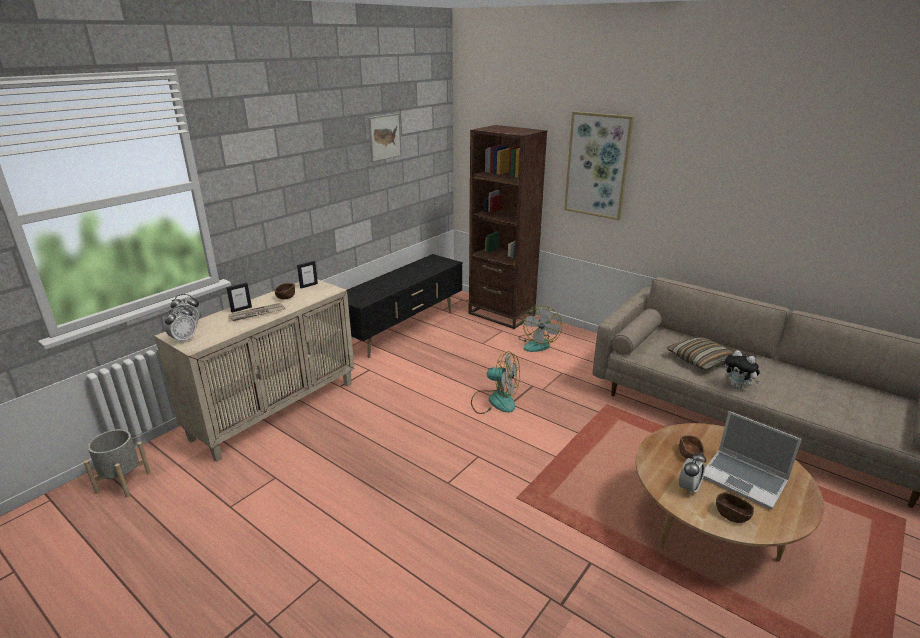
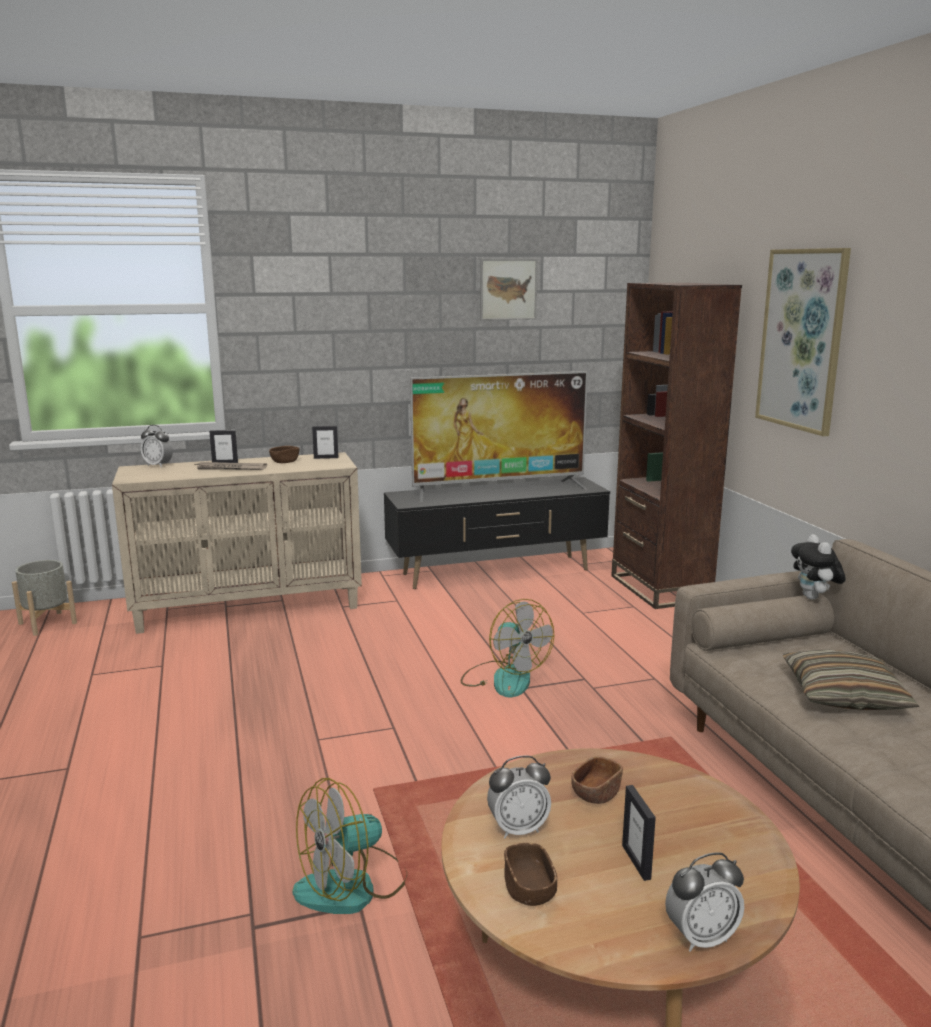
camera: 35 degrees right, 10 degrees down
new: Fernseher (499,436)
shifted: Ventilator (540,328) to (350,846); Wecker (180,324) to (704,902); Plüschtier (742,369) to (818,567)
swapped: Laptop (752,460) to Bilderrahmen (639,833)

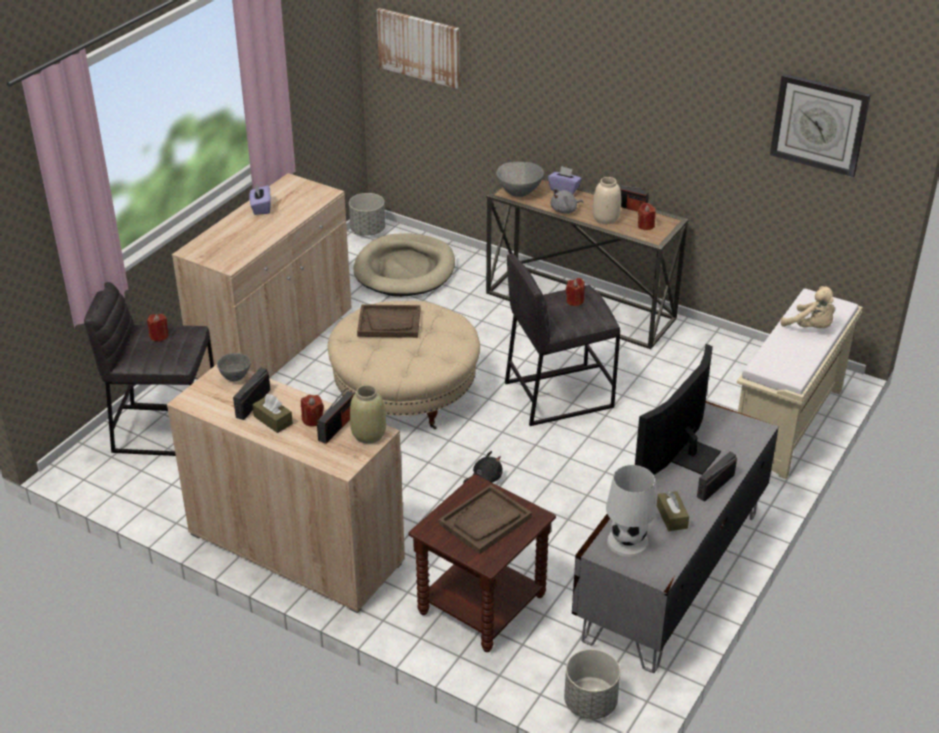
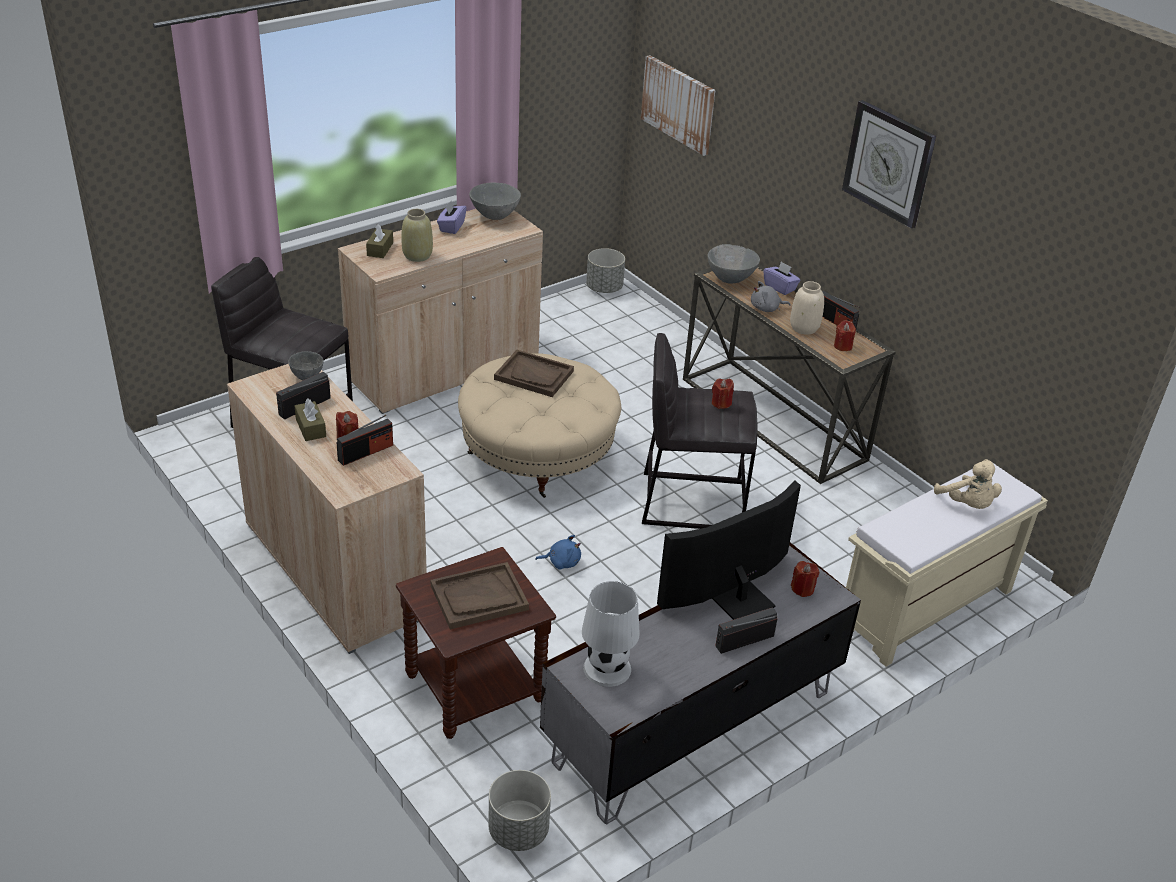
camera: 20 degrees right, 0 degrees up
gone: Hundebett [beige] (404,265)
new: Schüssel [grau] (495,201)
shifted: Taschentuchbox [braun] (673,511) to (379,241); Vase [beige] (368,414) to (417,235); Kerze [rot] (157,328) to (805,579); Wanduhr (820,125) to (889,164)
repainted: Plüschtier [schwarz] (483,467) to Plüschtier [blau] (558,552)

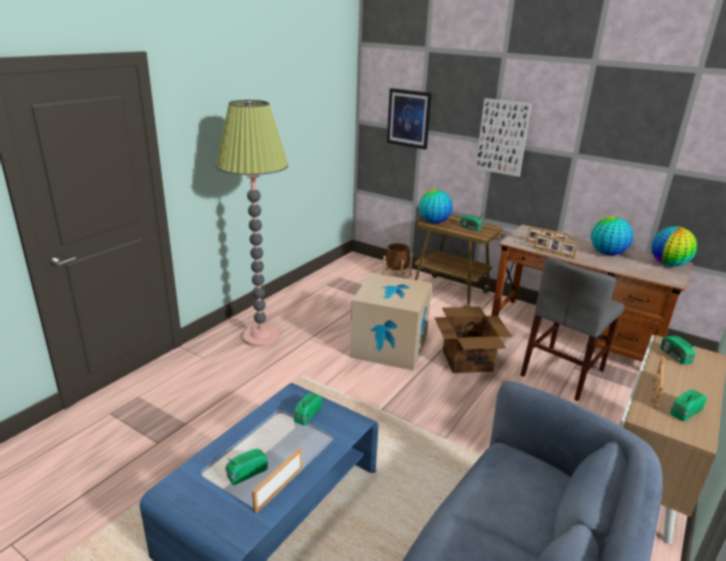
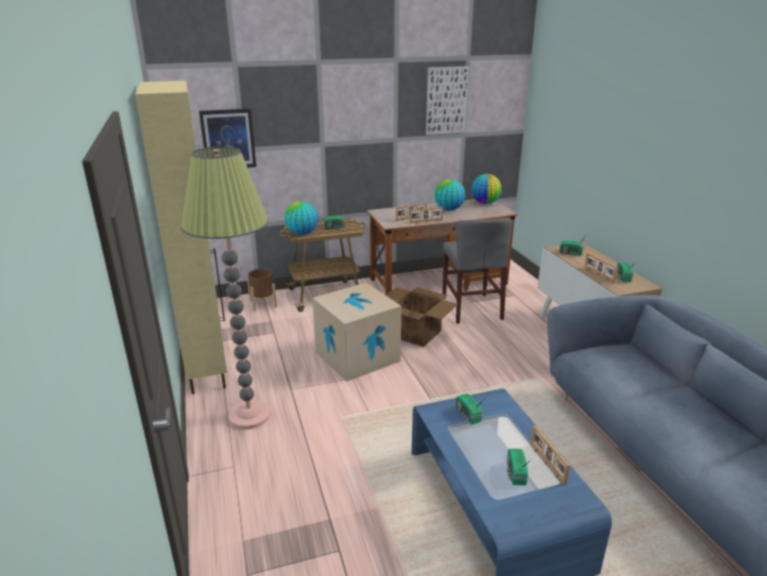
camera: 50 degrees left, 0 degrees up
new: Schrank [beige] (181,237)
shifted: Bild (503,137) to (447,100)

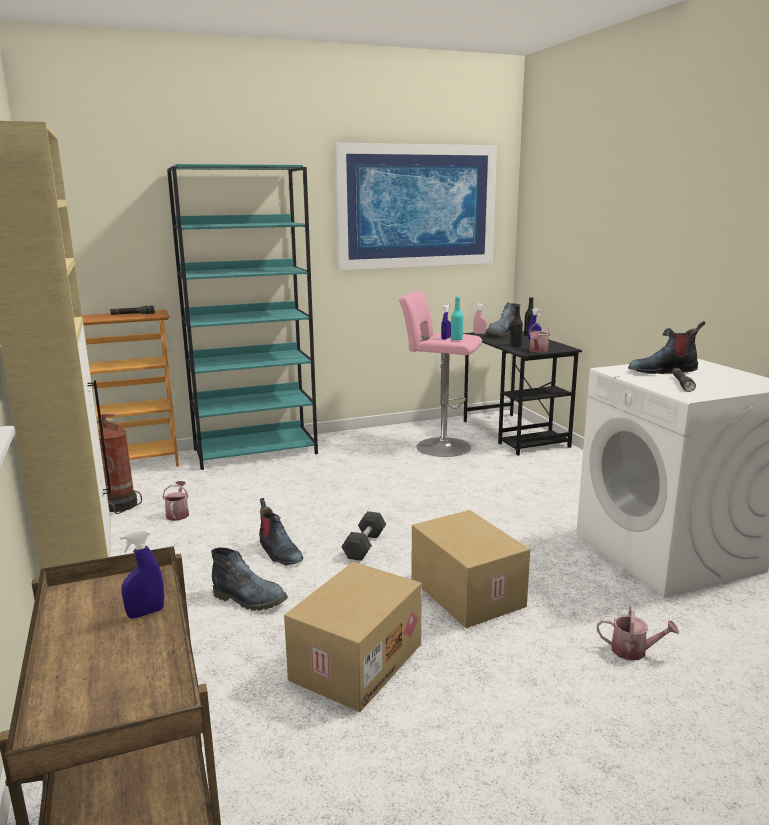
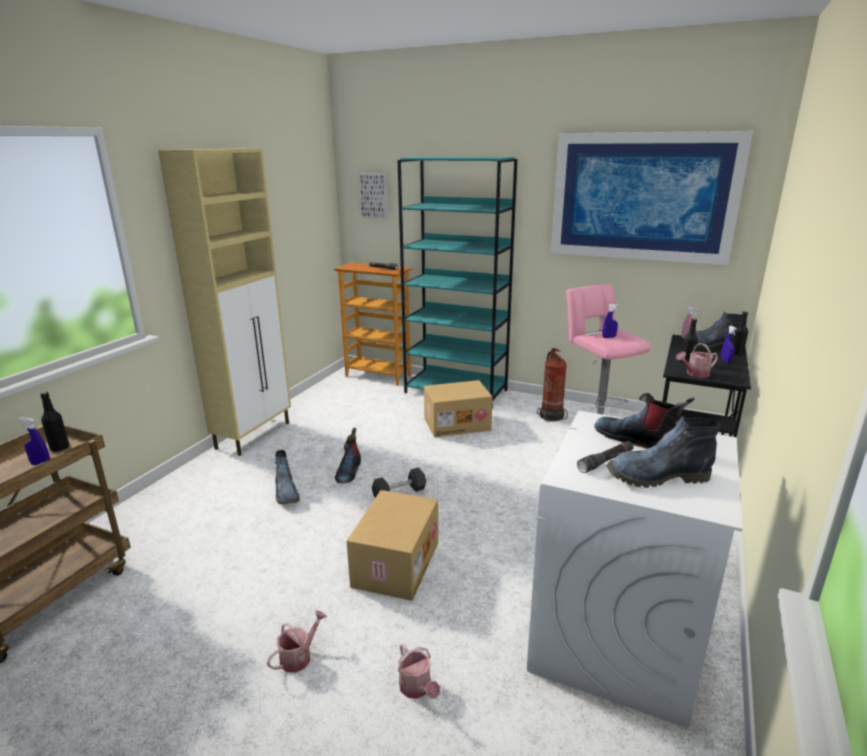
camera: 45 degrees right, 5 degrees up
gone: Flasche [türkis] (457,318)
new: Flasche [schwarz] (54,422); Bild (373,196); Stiefel (663,451)
shifted: Gießkanne (175,501) to (297,642); Karton (353,637) to (458,409); Feuerlöscher (119,464) to (552,385)

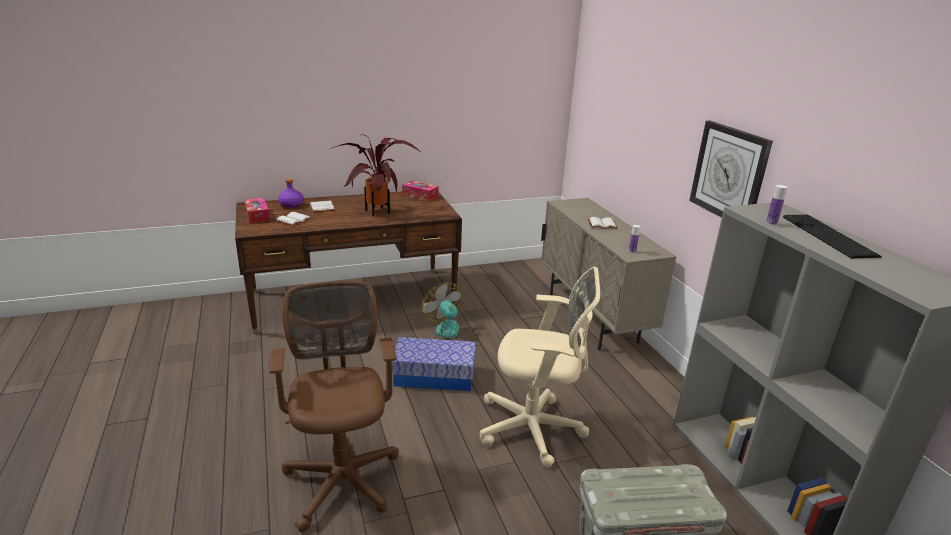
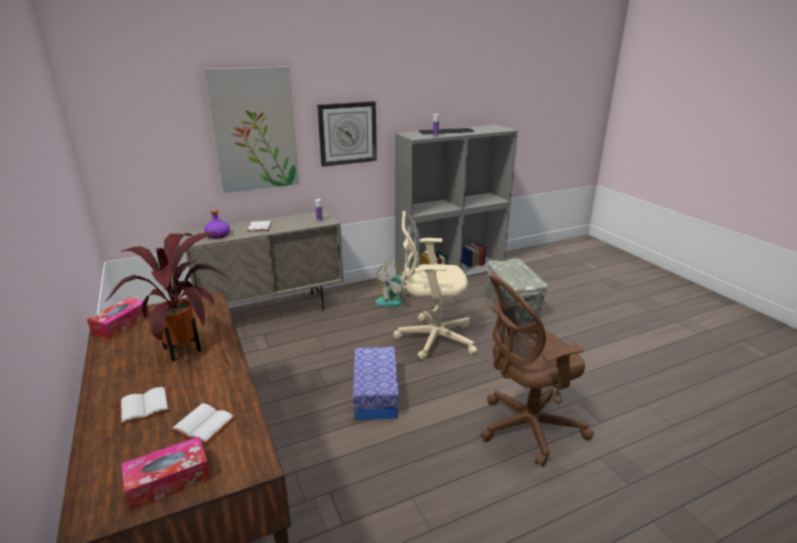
camera: 95 degrees left, 0 degrees up
new: Bild (251,130)
shifted: Flasche [lila] (291,193) to (217,224); Ventilator (450,312) to (394,284)
rotated: Bürostuhl [beige] (540,367) = (435,285) 90 degrees counterclockwise

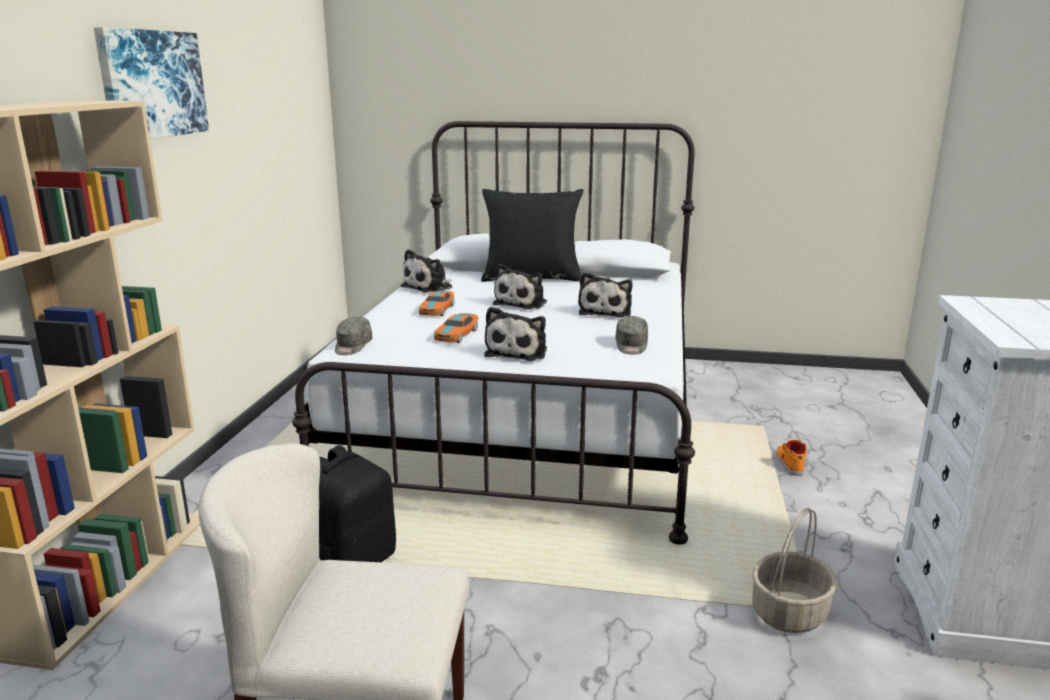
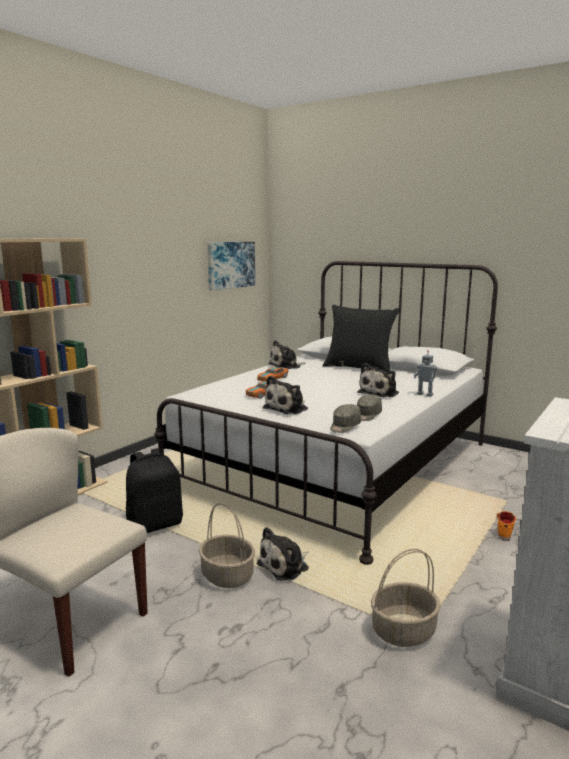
camera: 25 degrees right, 5 degrees down
new: Korb (227,545); Spielzeugroboter (425,373)
shifted: Bild (151,83) to (231,266); Plüschtier (520,286) to (283,554); Kappe [grau] (354,336) to (345,418)

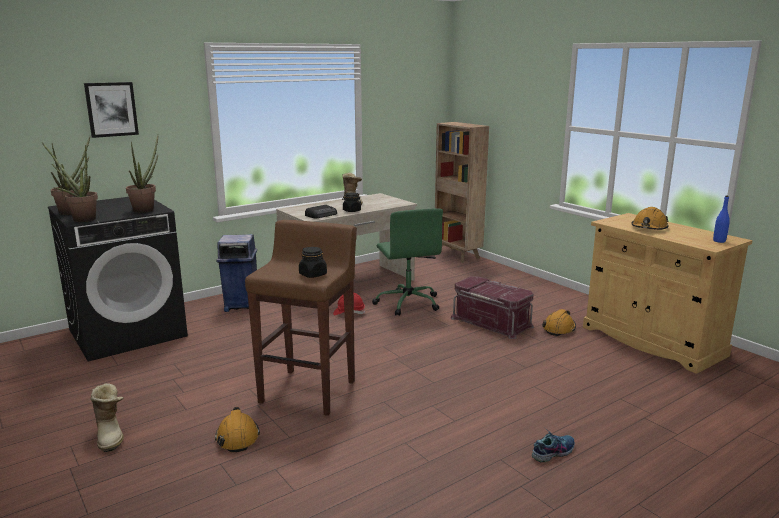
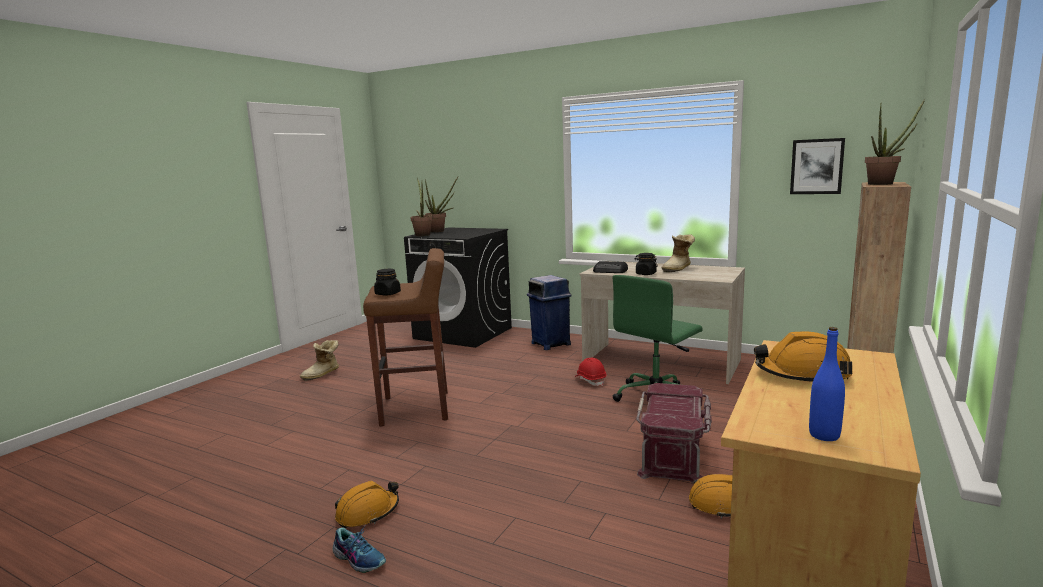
camera: 65 degrees right, 5 degrees down
shifted: Schutzhelm [orange] (237,429) to (367,504); Bild (111,110) to (817,166); Topfpflanze (142,174) to (895,142)

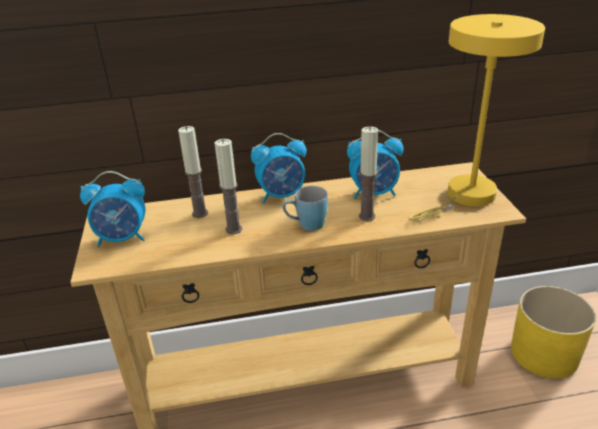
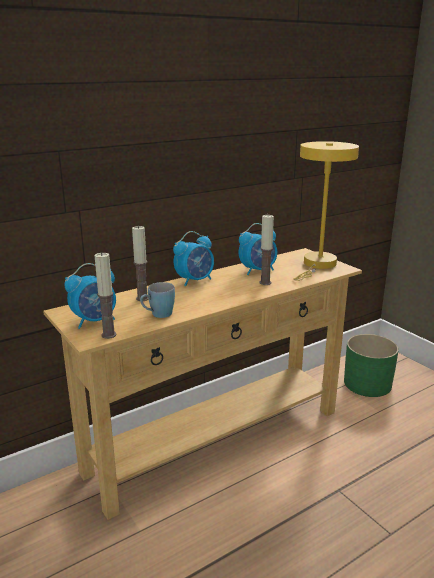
camera: 25 degrees left, 10 degrees down
shifted: Kerze (228,186) to (105,295); Henkelbecher [blau] (305,208) to (157,300)
repainted: Pflanzkübel [gelb] (553,332) to Pflanzkübel [grün] (371,365)

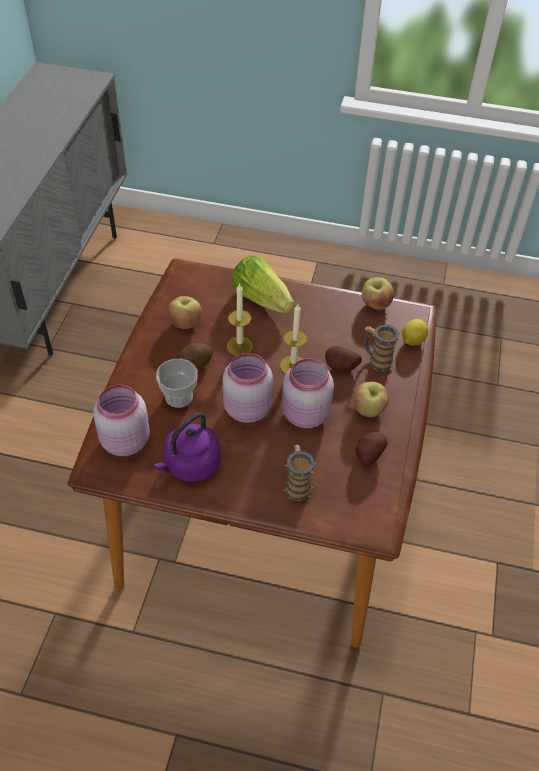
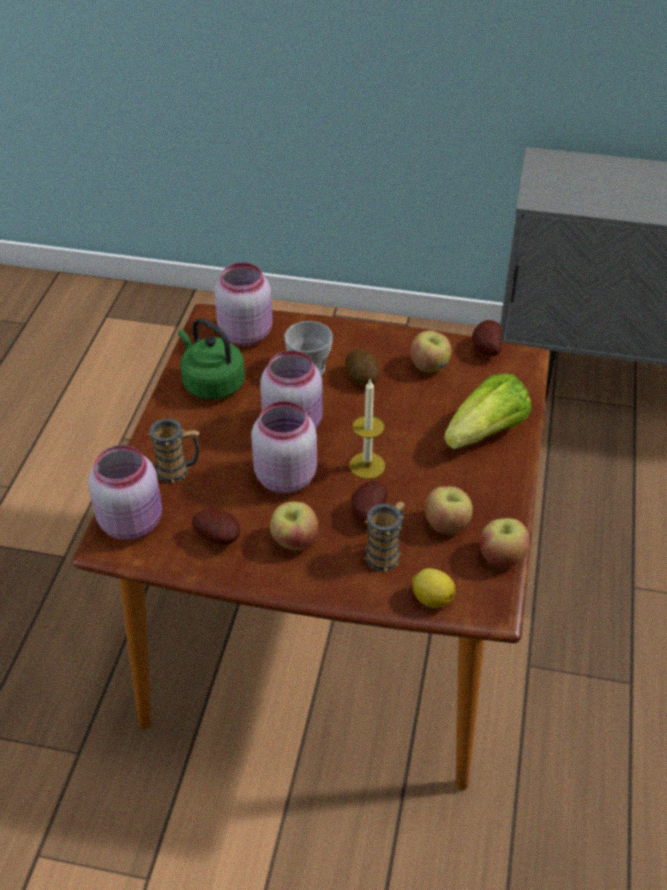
camera: 90 degrees right, 5 degrees down
gone: Kerze (240,319)
new: Vorratsglas [rosa] (125,492); Apfel (449,510); Kartoffel (487,338)
repainted: Wasserkessel [lila] (187,447) to Wasserkessel [grün] (211,359)

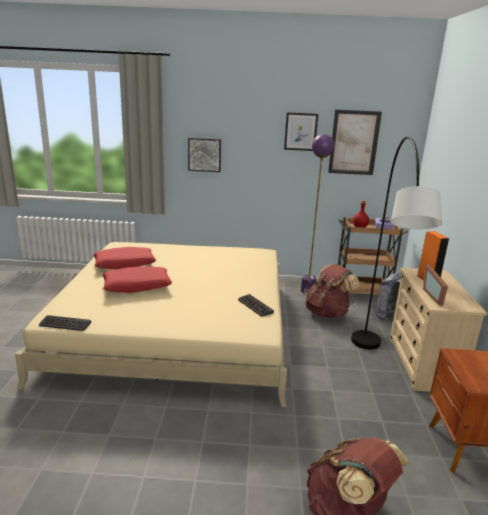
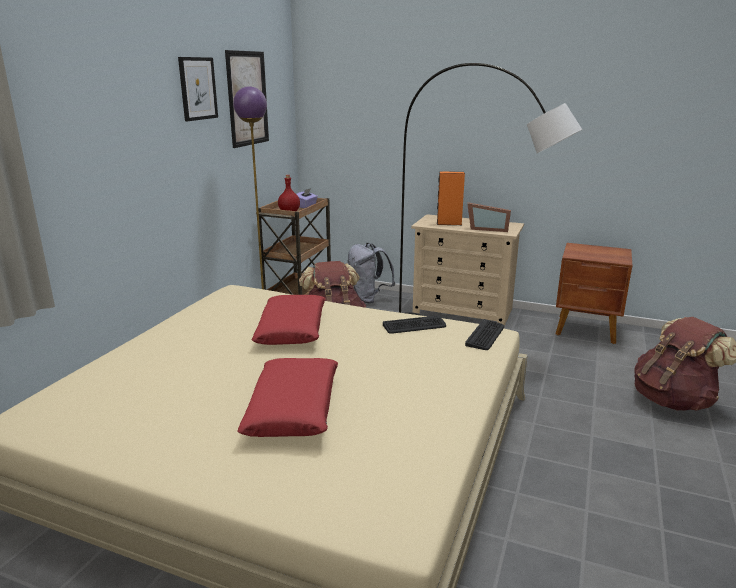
camera: 70 degrees left, 0 degrees up
gone: Bild (204,155)
shifted: Kissen [rot] (125,258) to (288,320); Tastatur (65,323) to (484,334)

